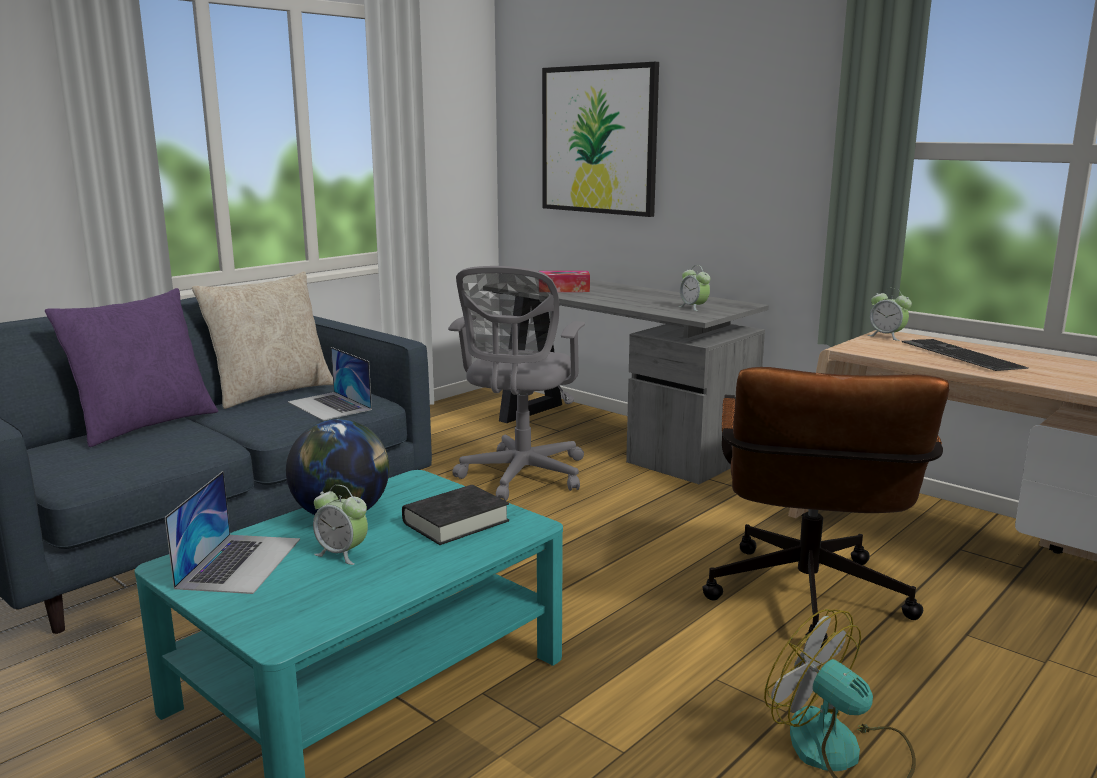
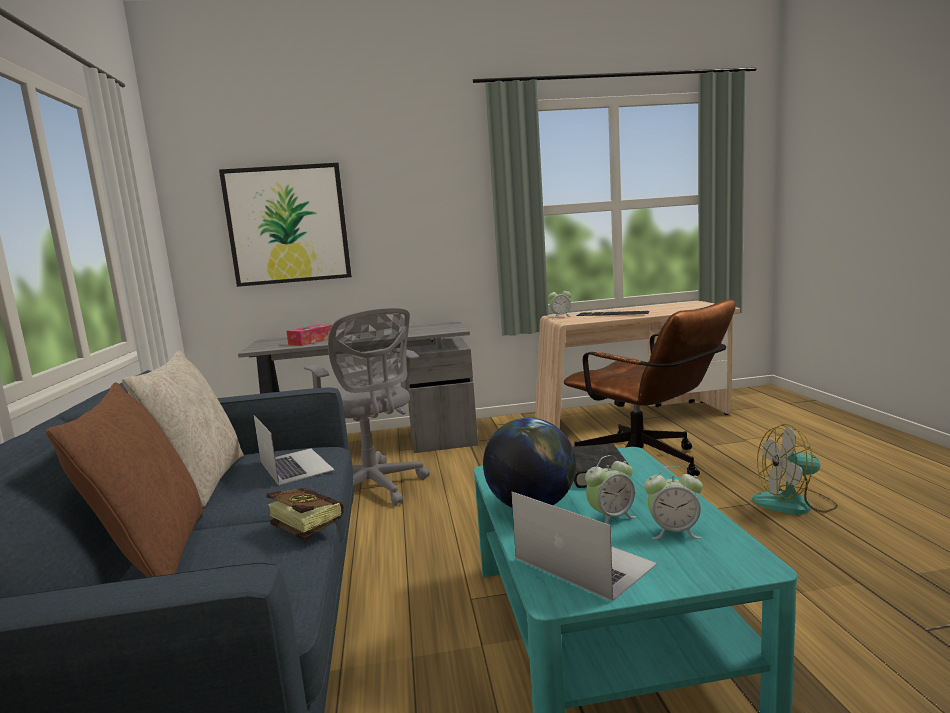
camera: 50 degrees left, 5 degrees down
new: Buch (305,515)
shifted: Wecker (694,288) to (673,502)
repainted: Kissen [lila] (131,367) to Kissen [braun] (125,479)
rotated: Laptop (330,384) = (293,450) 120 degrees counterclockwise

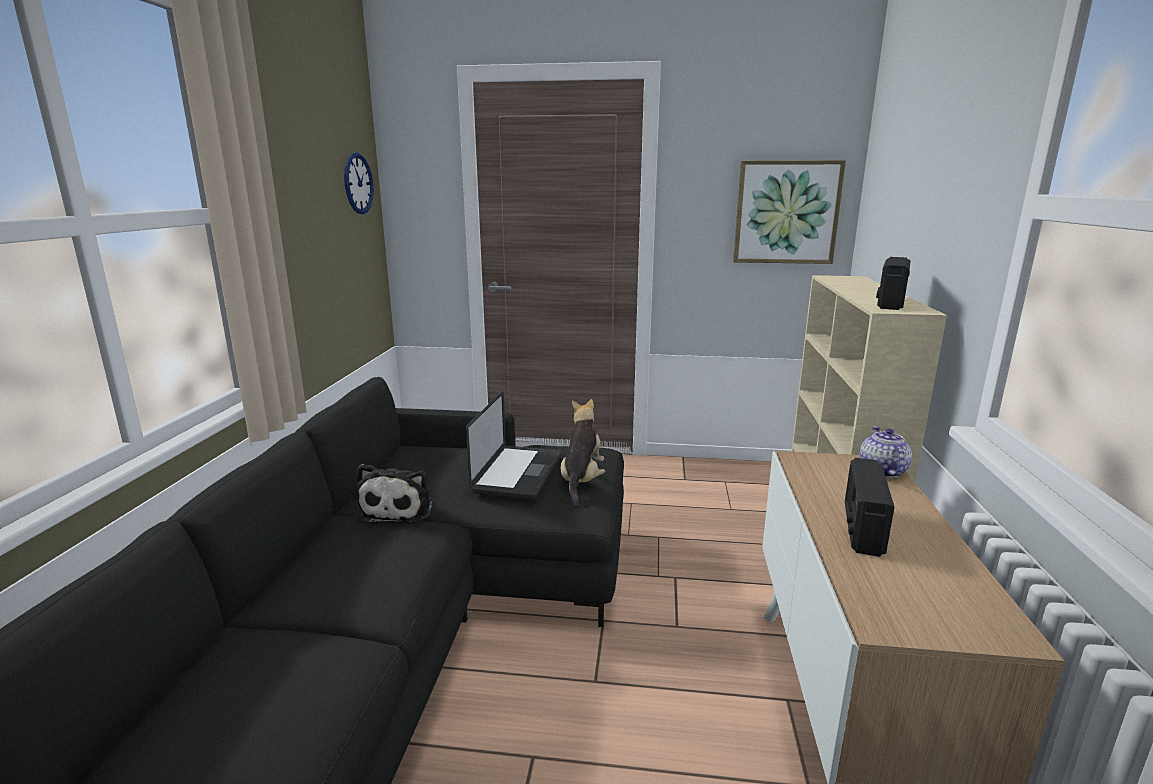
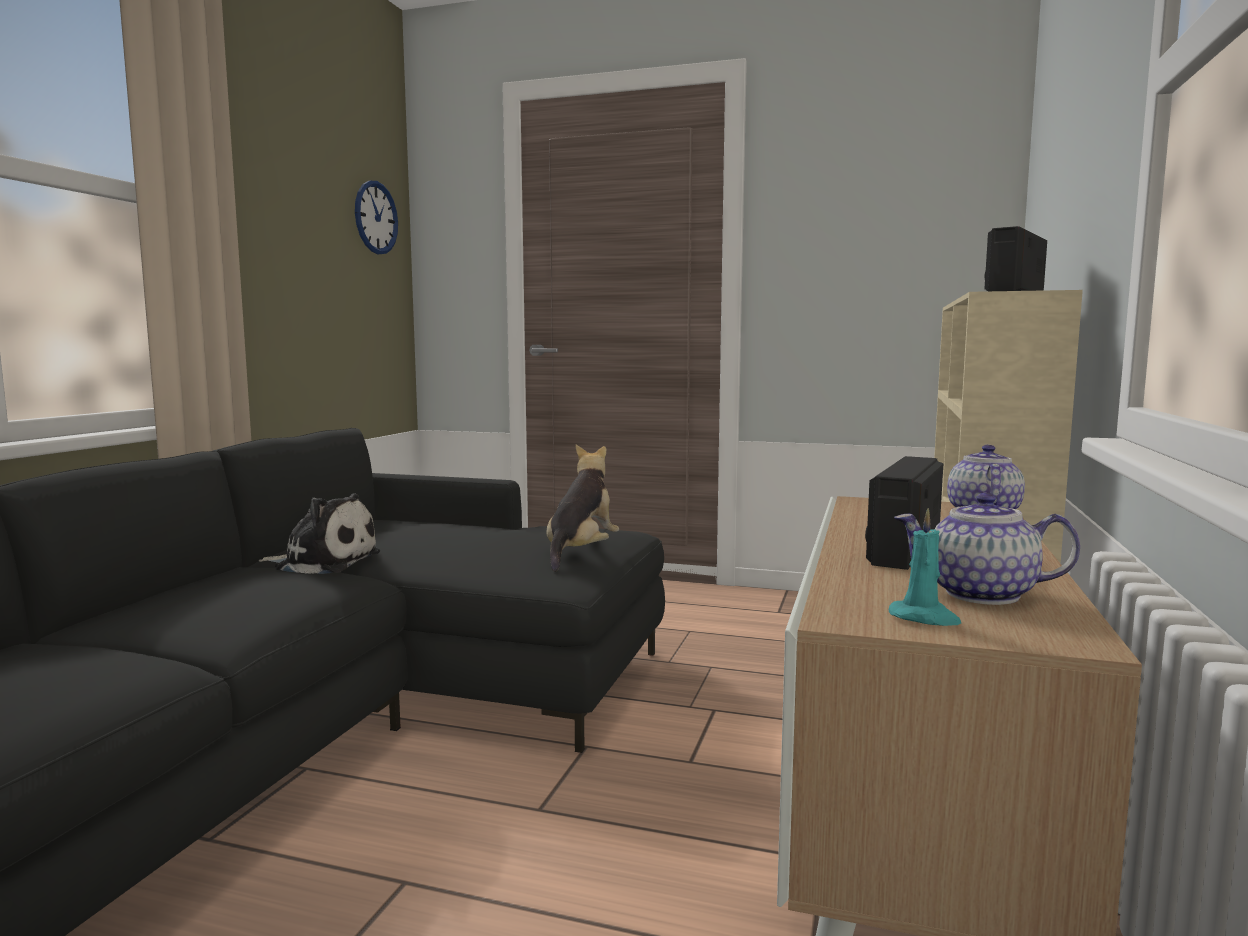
camera: 10 degrees right, 10 degrees down
gone: Laptop (513,445); Bild (789,212)
new: Kerze [türkis] (925,567); Teekanne (987,549)
rotated: Plüschtier (394,494) = (319,534) 90 degrees counterclockwise

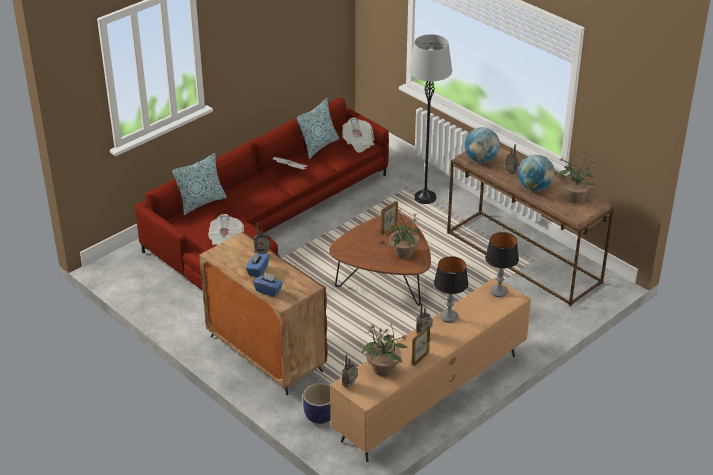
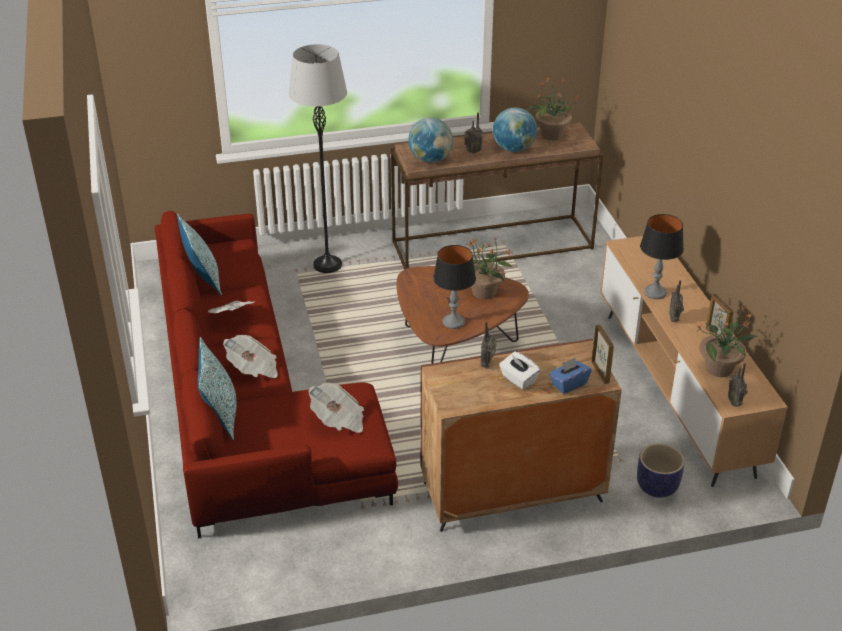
camera: 60 degrees left, 0 degrees up
shifted: Zeitung (358,135) to (250,356); Tischlampe (502,264) to (454,287); Bilderrahmen (389,218) to (603,354)
repainted: Taschentuchbox [blau] (257,264) to Taschentuchbox [weiß] (519,370)

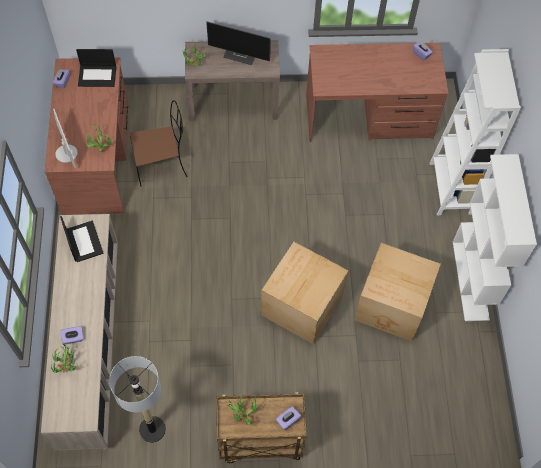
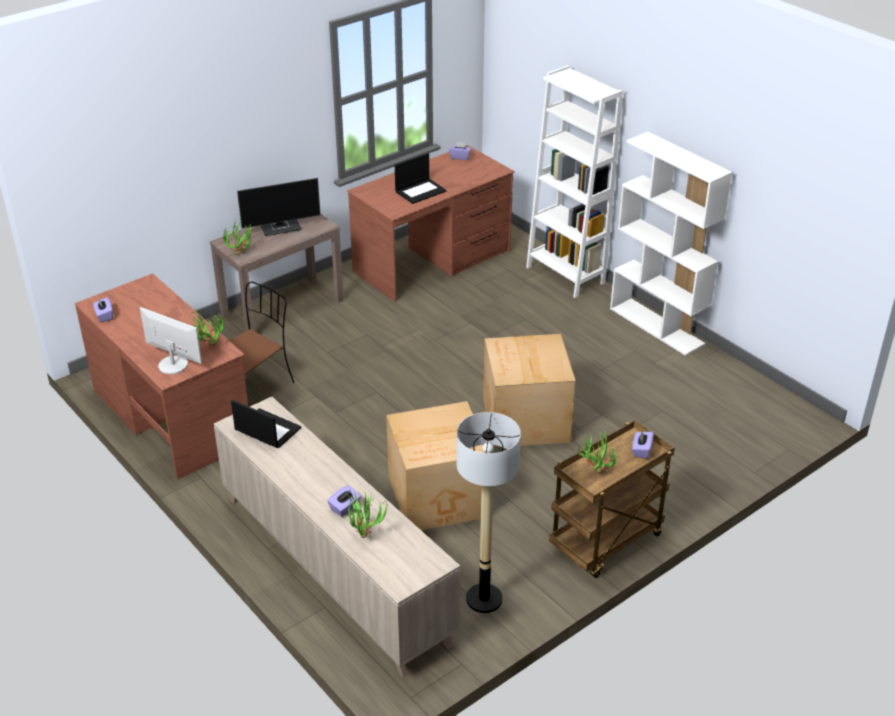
camera: 35 degrees left, 25 degrees down
shifted: Karton (397,292) to (435,465); Laptop (96,68) to (421,178)

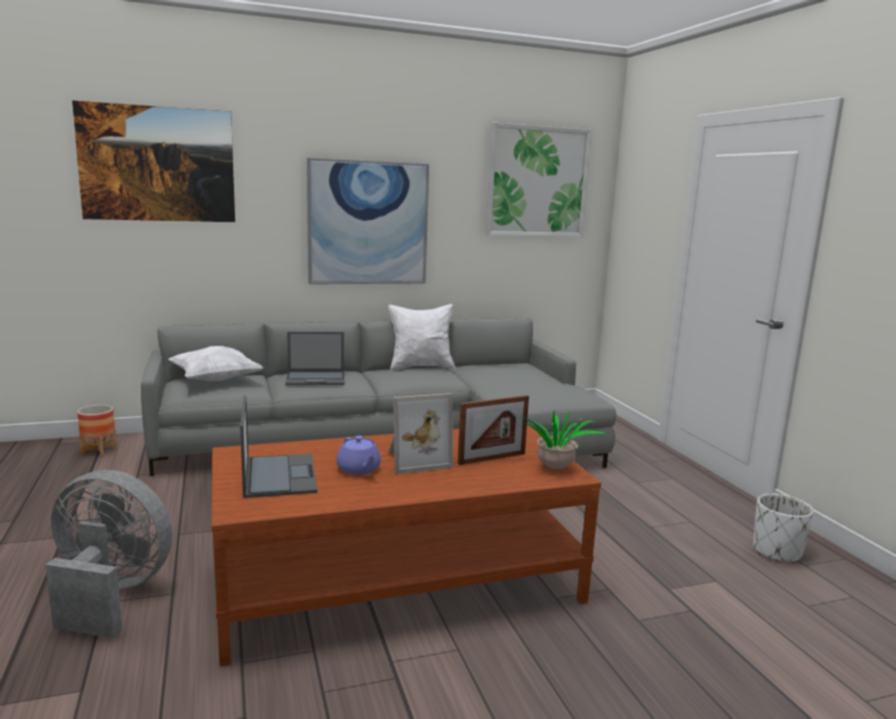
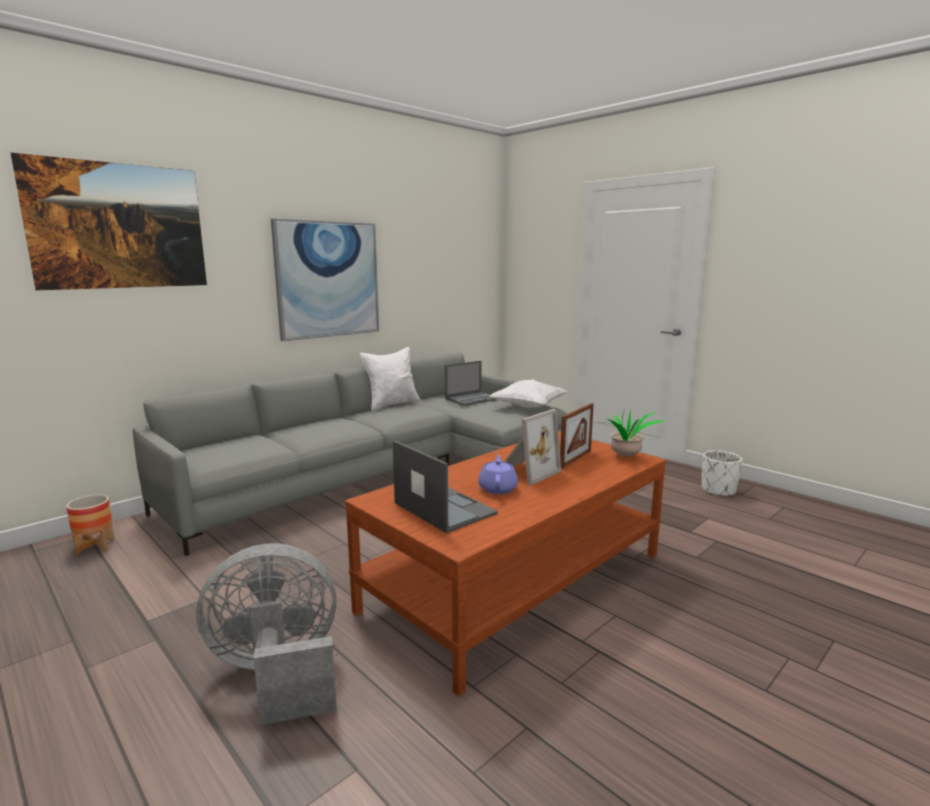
camera: 25 degrees left, 0 degrees up
gone: Bild (539,180)
shifted: Laptop (315,358) to (470,383); Kissen [weiß] (216,363) to (528,393)
rotated: Teekanne [lila] (358,455) = (498,474) 120 degrees counterclockwise

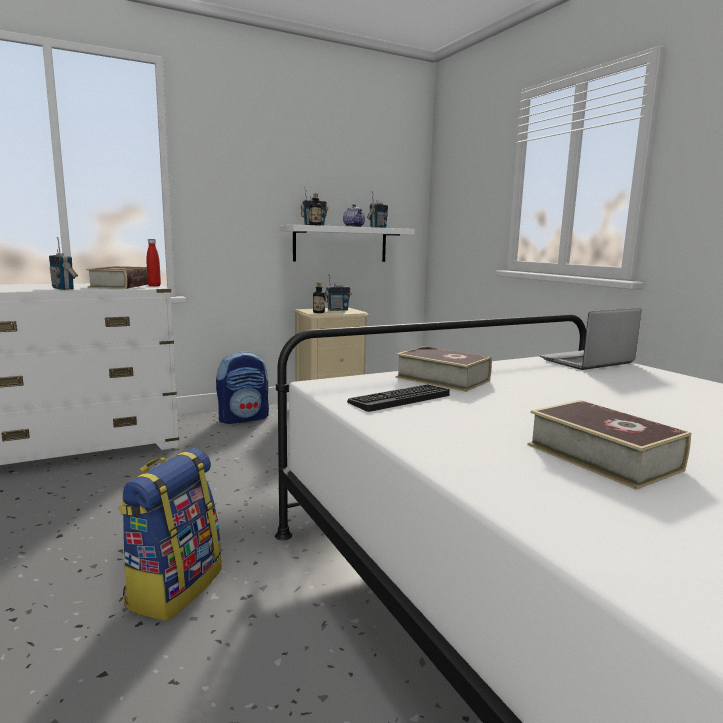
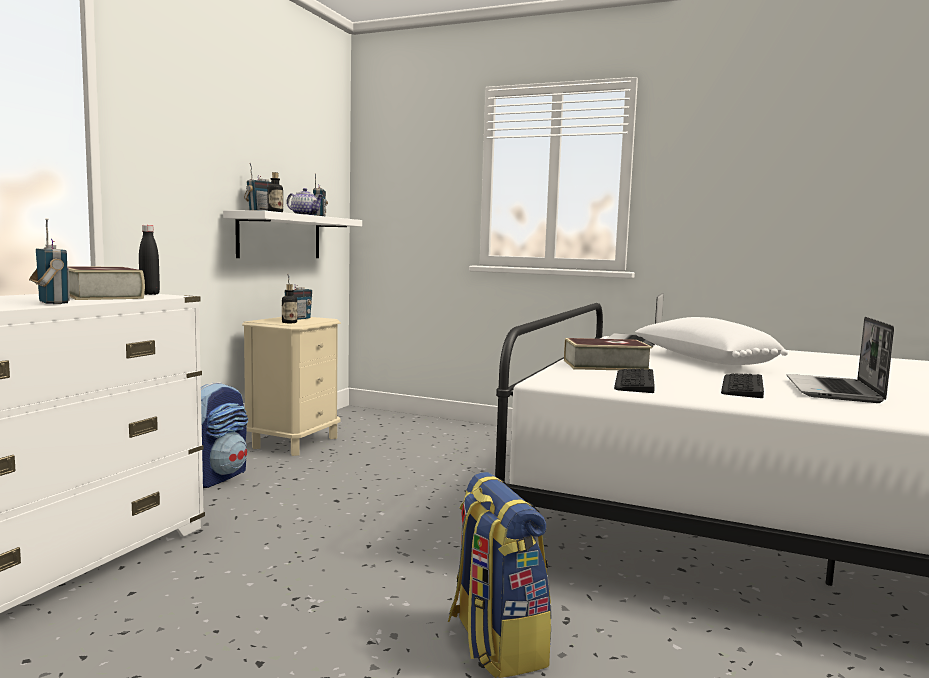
camera: 40 degrees left, 5 degrees down
new: Kissen [weiß] (711,341); Tastatur (742,386)
swapped: Buch (609,445) to Laptop (840,360)
repainted: Flasche [rot] (153,262) to Flasche [schwarz] (149,260)
rotated: Radio (63,263) = (49,261) 135 degrees counterclockwise

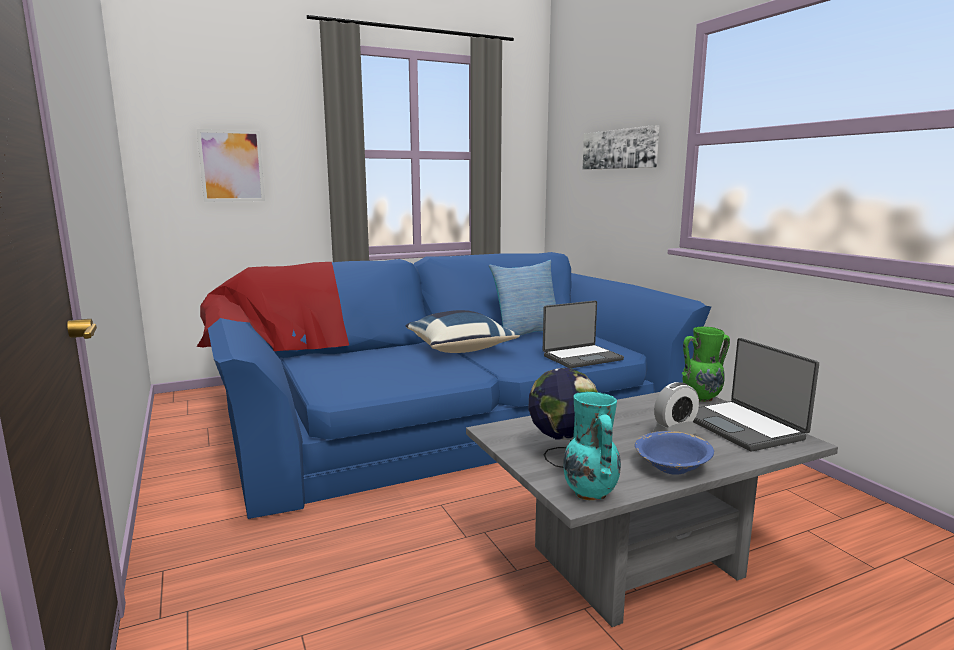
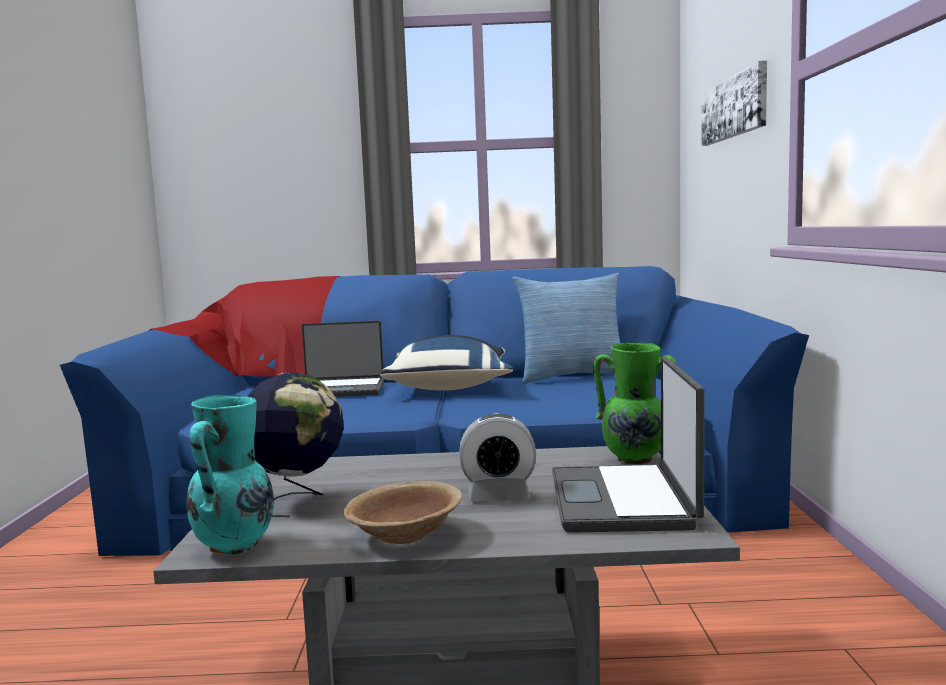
camera: 25 degrees right, 5 degrees down
gone: Bild (231,165)
shifted: Laptop (583,334) to (343,358)
repainted: Schüssel [blau] (674,453) to Schüssel [braun] (403,512)

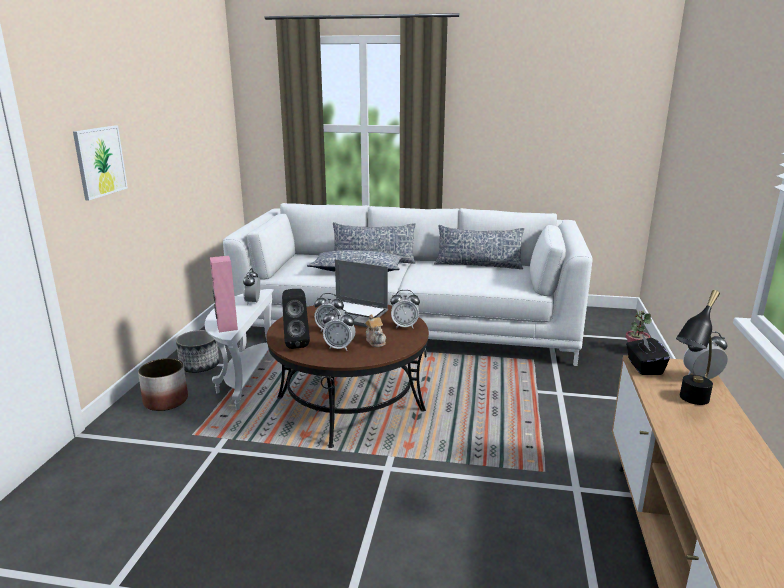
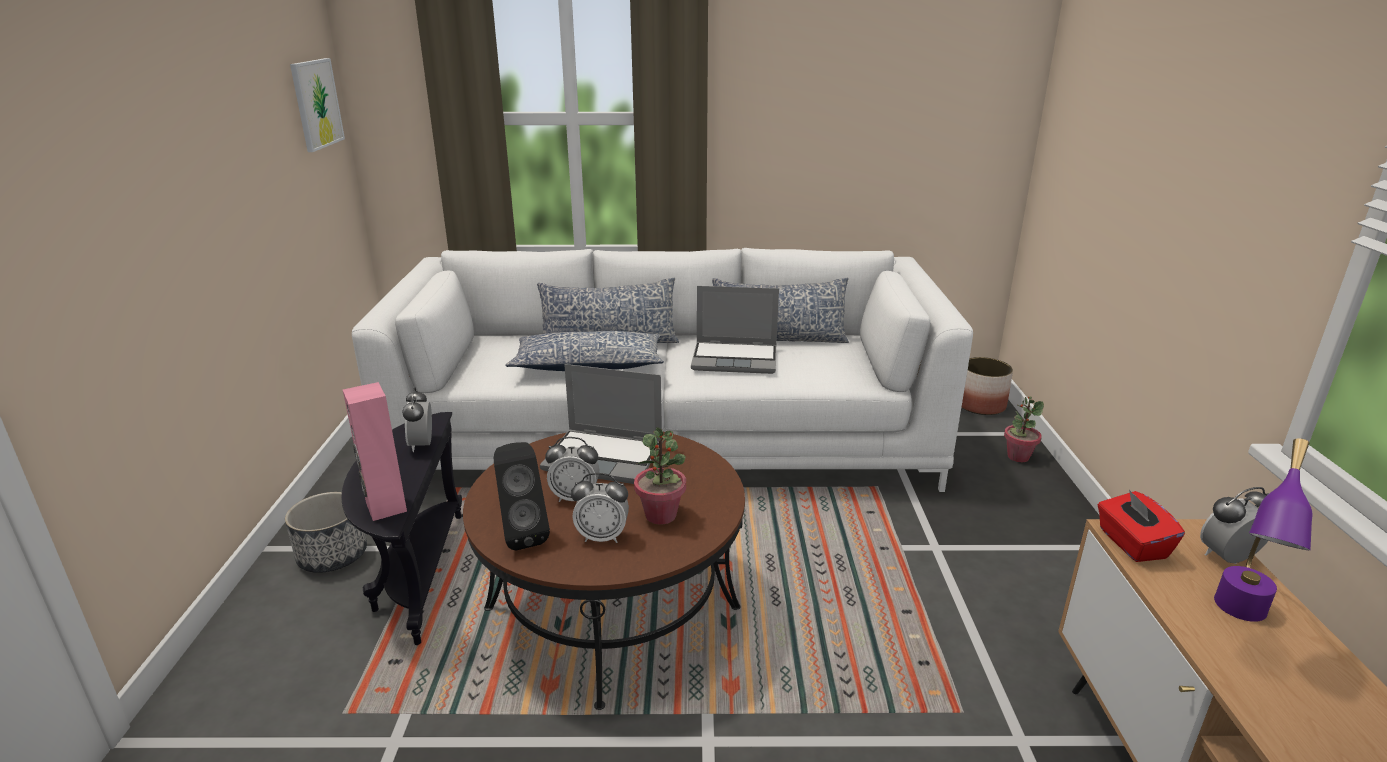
camera: 10 degrees left, 5 degrees up
gone: Wecker (405,309)
new: Laptop (735,330)
shifted: Bild (100,163) to (317,105); Pflanzkübel (163,384) to (987,386)
swapped: Teekanne (375,330) to Topfpflanze (660,476)
repainted: Beistelltisch [weiß] (239,349) to Beistelltisch [schwarz] (401,528); Taschentuchbox [schwarz] (648,354) to Taschentuchbox [rot] (1141,525); Tischlampe [schwarz] (698,347) to Tischlampe [lila] (1263,530)

